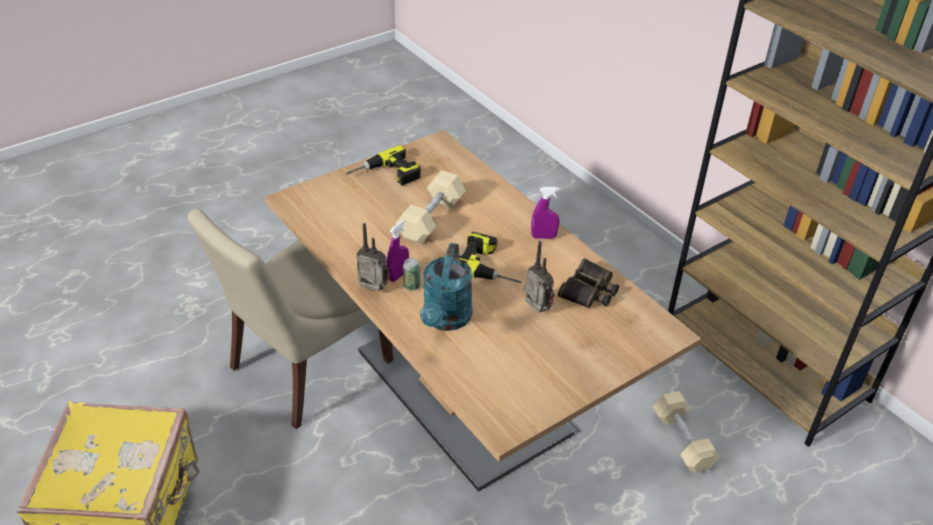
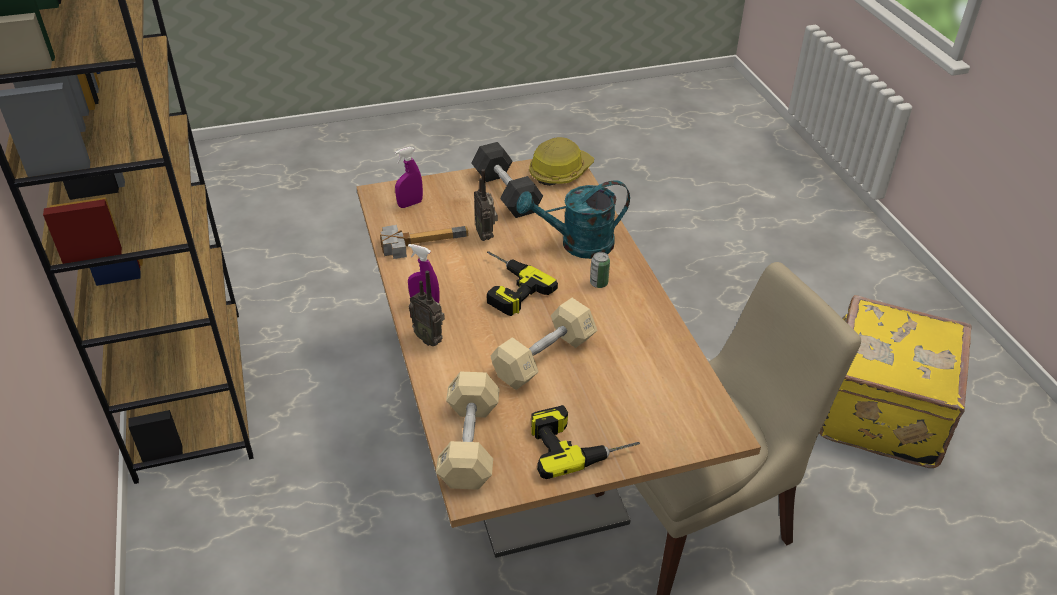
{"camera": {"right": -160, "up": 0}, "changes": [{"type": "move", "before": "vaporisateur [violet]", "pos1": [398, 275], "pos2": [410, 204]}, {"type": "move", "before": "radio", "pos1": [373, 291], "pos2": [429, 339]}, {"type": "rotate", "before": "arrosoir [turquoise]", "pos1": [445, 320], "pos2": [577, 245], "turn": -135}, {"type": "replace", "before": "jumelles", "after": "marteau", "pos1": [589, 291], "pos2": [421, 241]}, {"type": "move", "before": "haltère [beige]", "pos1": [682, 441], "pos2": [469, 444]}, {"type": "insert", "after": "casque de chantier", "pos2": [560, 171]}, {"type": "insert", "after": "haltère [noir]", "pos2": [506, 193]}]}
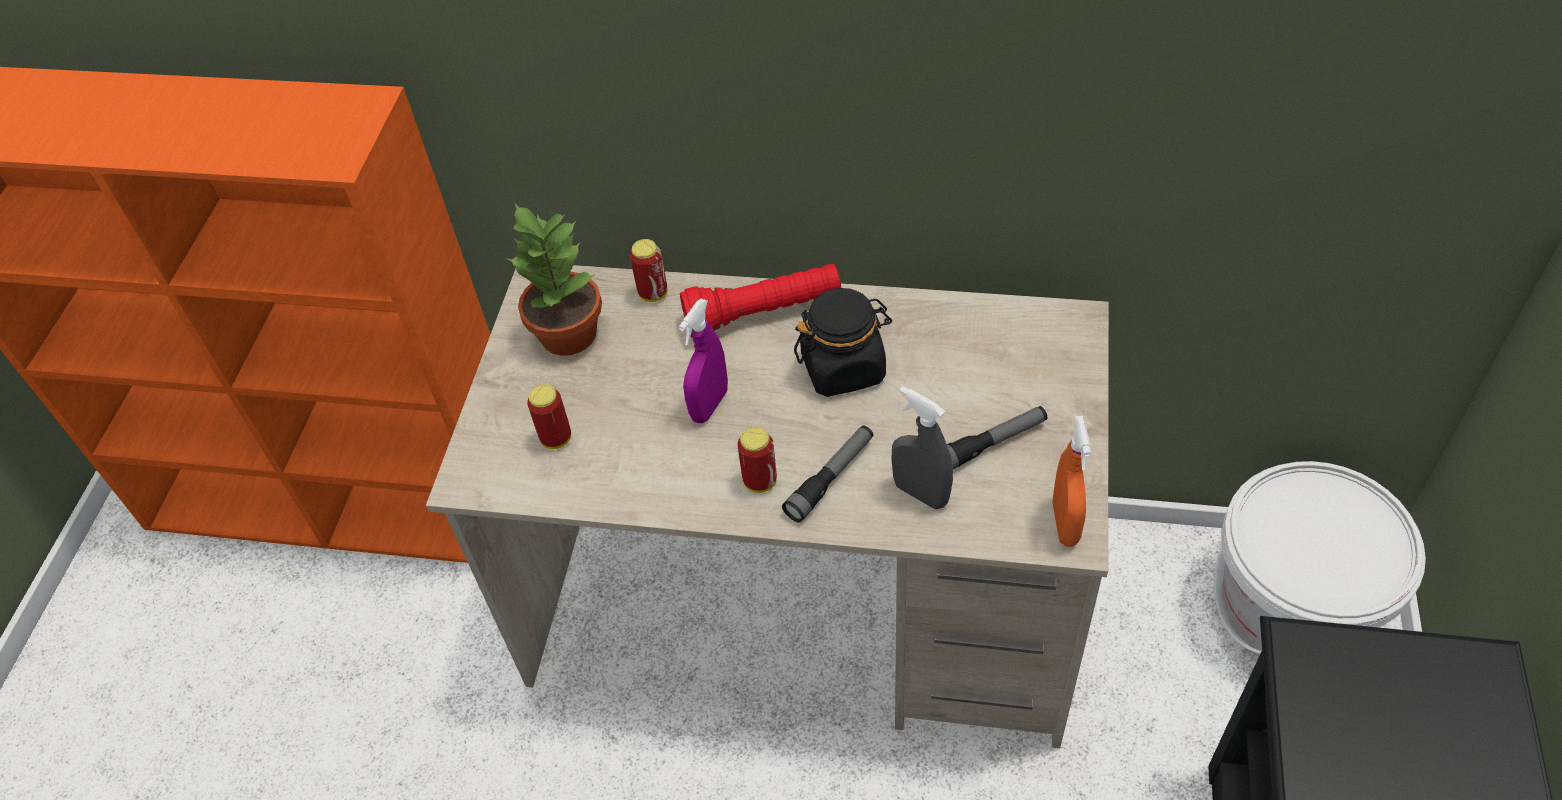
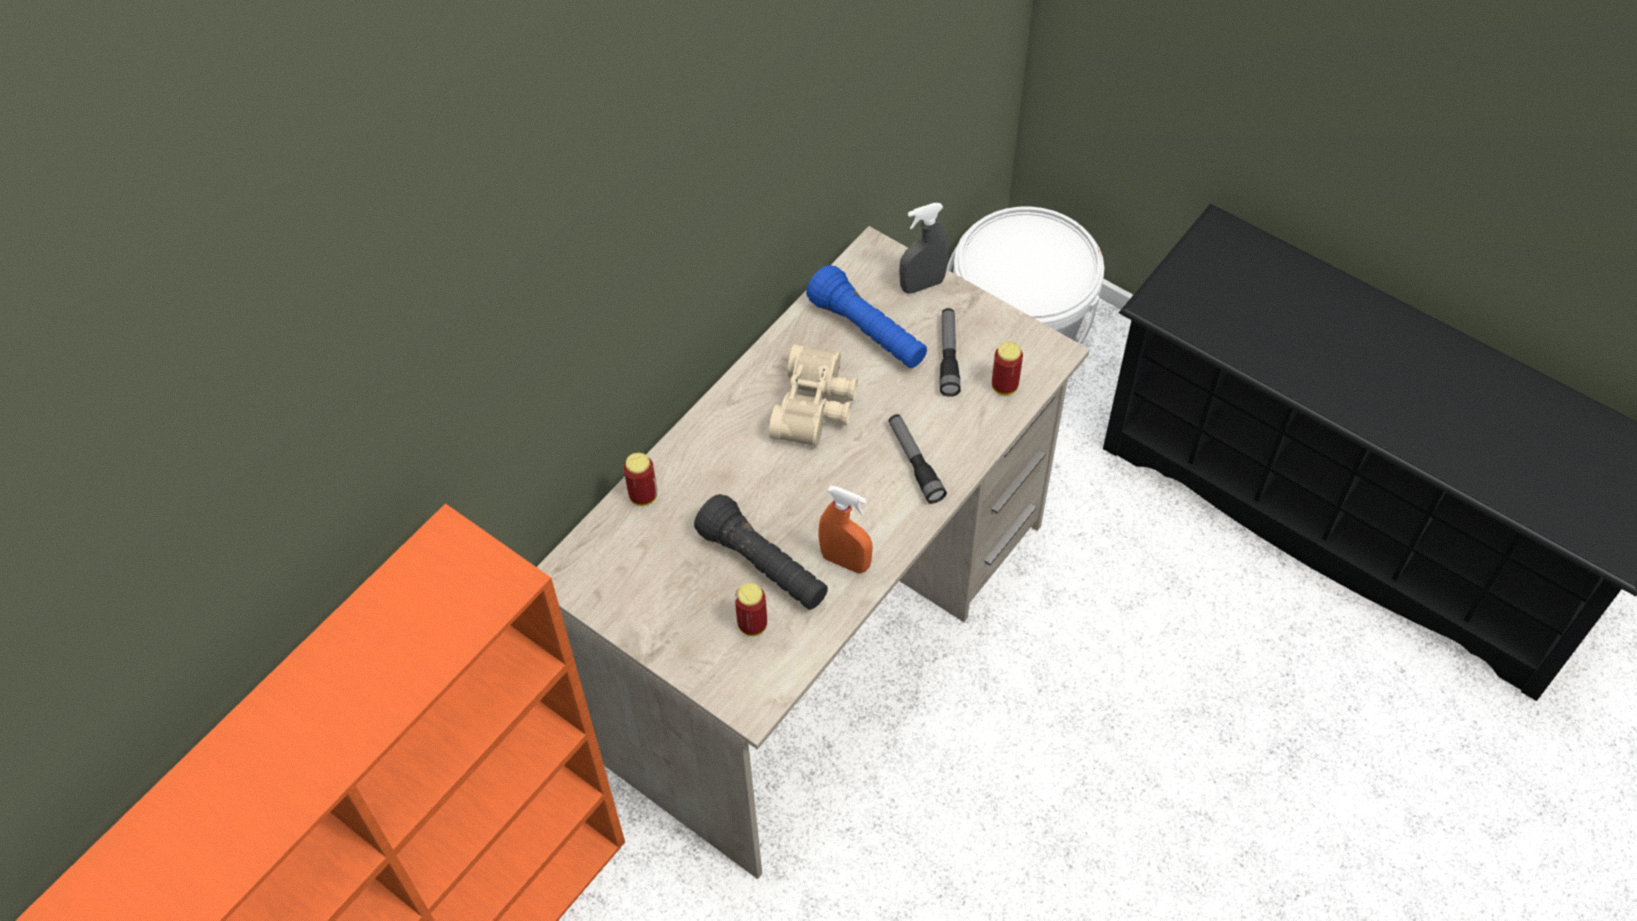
{"camera": {"right": -65, "up": 5}, "changes": [{"type": "delete", "before": "plante en pot", "pos1": [566, 333]}, {"type": "delete", "before": "lampe de poche [rouge]", "pos1": [763, 313]}, {"type": "replace", "before": "bocal [noir]", "after": "jumelles [beige]", "pos1": [844, 368], "pos2": [817, 406]}, {"type": "delete", "before": "vaporisateur [violet]", "pos1": [709, 405]}, {"type": "move", "before": "vaporisateur [gris]", "pos1": [920, 493], "pos2": [922, 285]}, {"type": "move", "before": "vaporisateur [orange]", "pos1": [1065, 524], "pos2": [845, 561]}, {"type": "move", "before": "boîte métallique", "pos1": [760, 481], "pos2": [1004, 386]}, {"type": "insert", "after": "lampe de poche [bleu]", "pos2": [868, 332]}, {"type": "insert", "after": "lampe de poche [noir]", "pos2": [763, 566]}]}
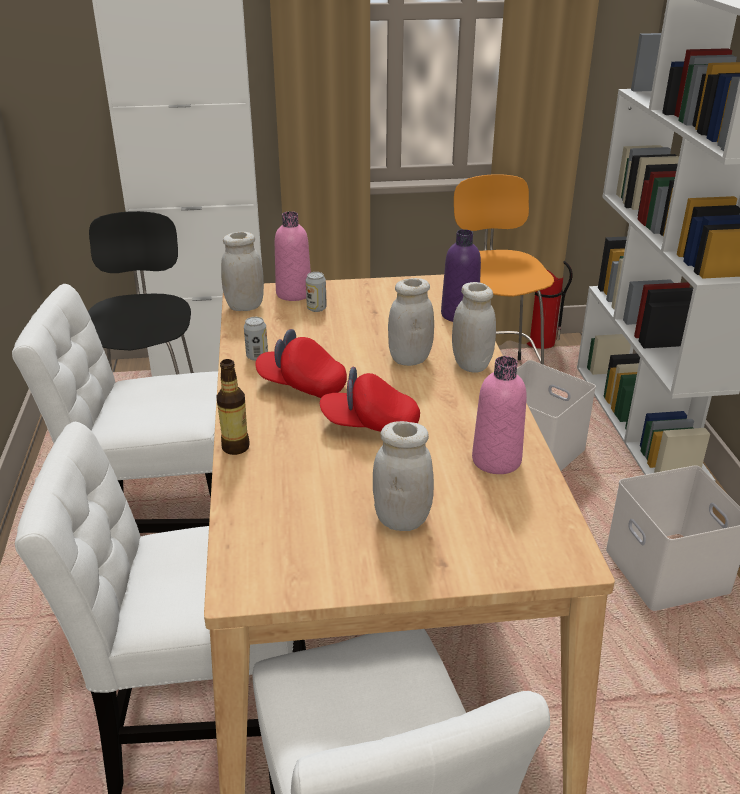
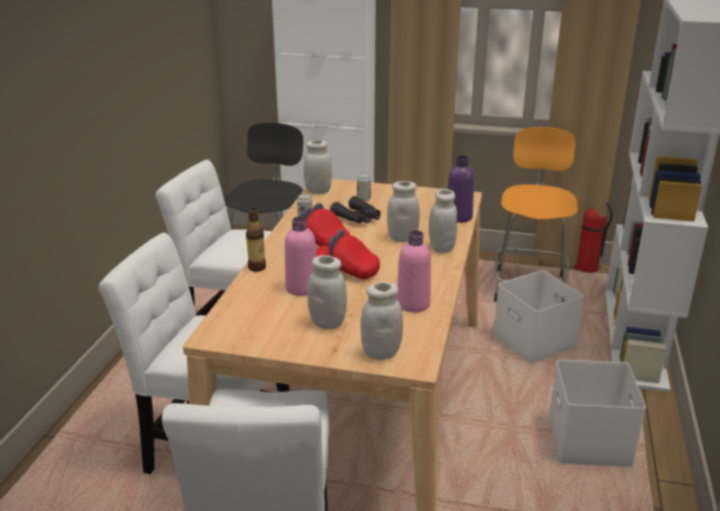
{"camera": {"right": 20, "up": -5}, "changes": [{"type": "move", "before": "bouteille [rose]", "pos1": [294, 294], "pos2": [302, 288]}, {"type": "insert", "after": "jumelles [noir]", "pos2": [358, 218]}, {"type": "insert", "after": "bocal [blanc]", "pos2": [381, 353]}]}
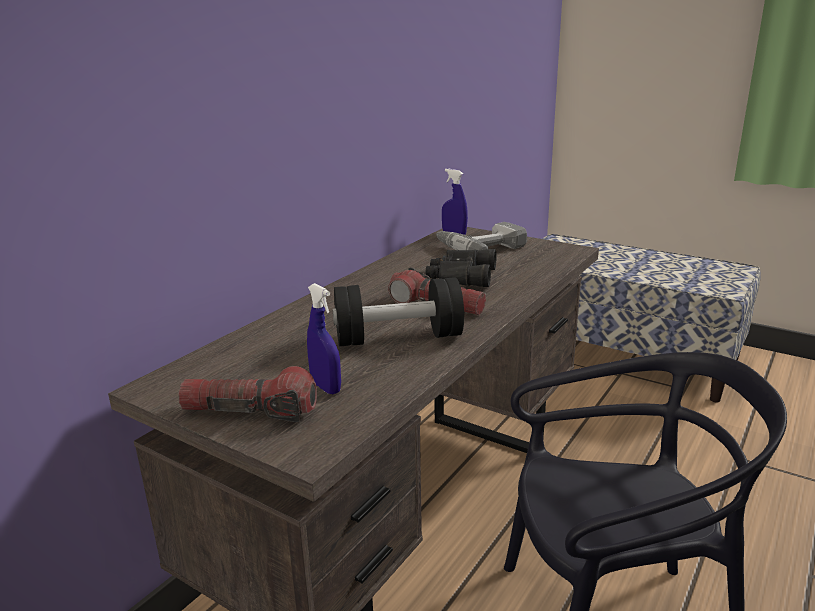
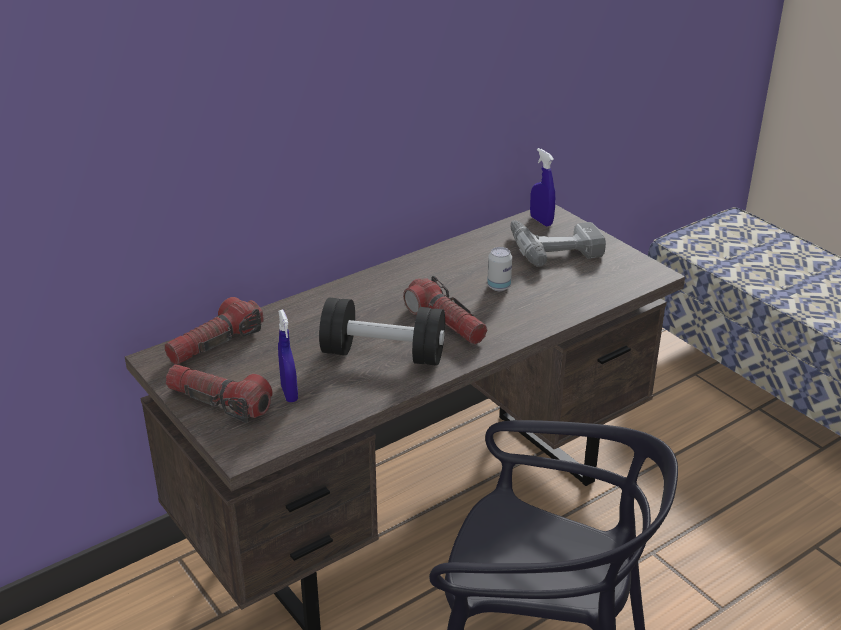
{"camera": {"right": 20, "up": 10}, "changes": [{"type": "replace", "before": "jumelles [noir]", "after": "boîte métallique", "pos1": [460, 276], "pos2": [498, 287]}, {"type": "insert", "after": "lampe de poche", "pos2": [215, 344]}]}
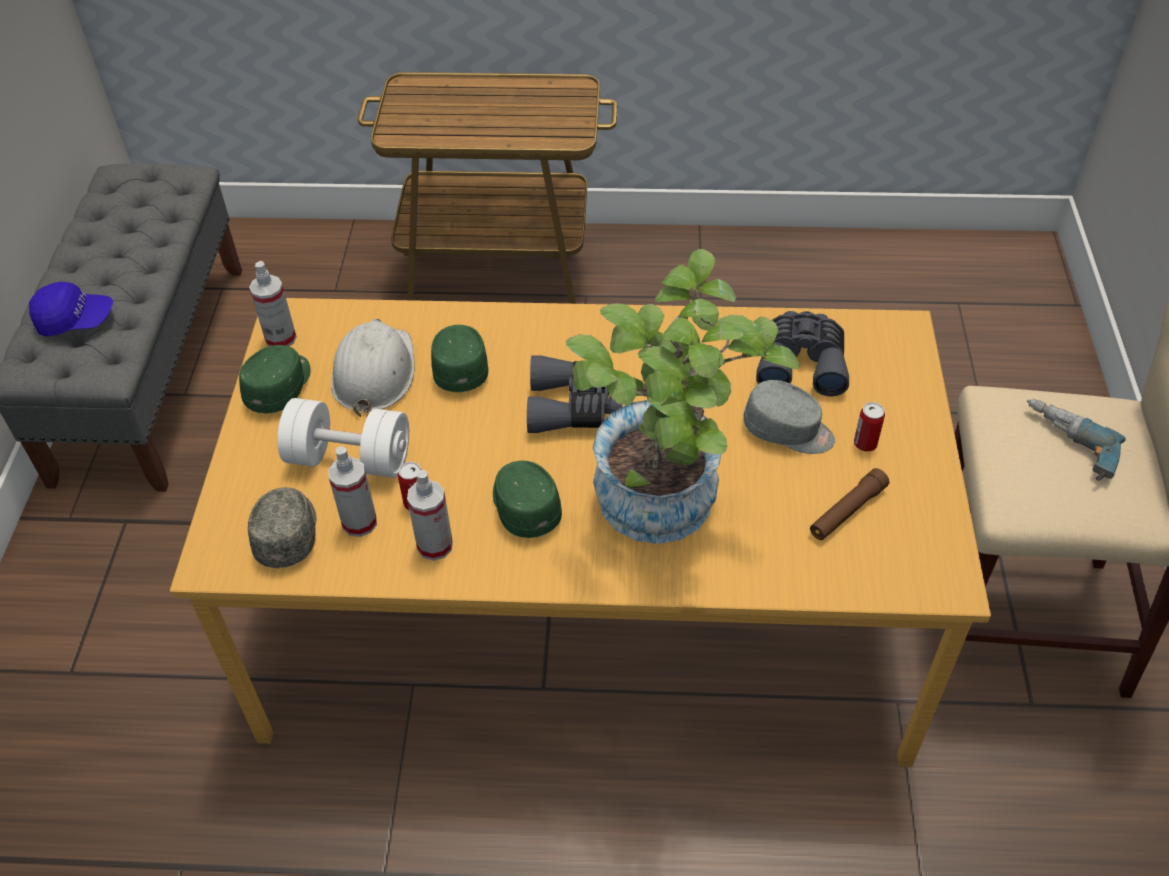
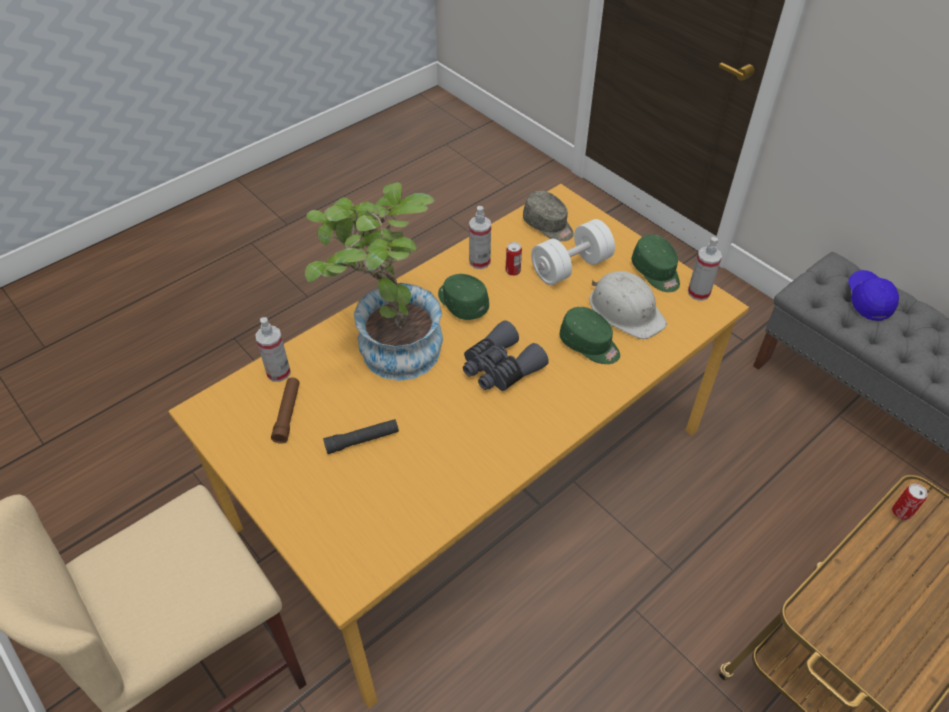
{"camera": {"right": 135, "up": 0}, "changes": [{"type": "rotate", "before": "casquette [bleu]", "pos1": [75, 320], "pos2": [868, 300], "turn": 135}, {"type": "delete", "before": "jumelles [gris]", "pos1": [802, 362]}, {"type": "replace", "before": "casquette [gris]", "after": "lampe de poche [noir]", "pos1": [788, 431], "pos2": [362, 440]}, {"type": "delete", "before": "perceuse", "pos1": [1065, 446]}, {"type": "move", "before": "boîte métallique", "pos1": [865, 443], "pos2": [901, 512]}, {"type": "move", "before": "vaporisateur", "pos1": [359, 522], "pos2": [278, 372]}, {"type": "rotate", "before": "casquette [vert]", "pos1": [524, 505], "pos2": [461, 303], "turn": -150}]}
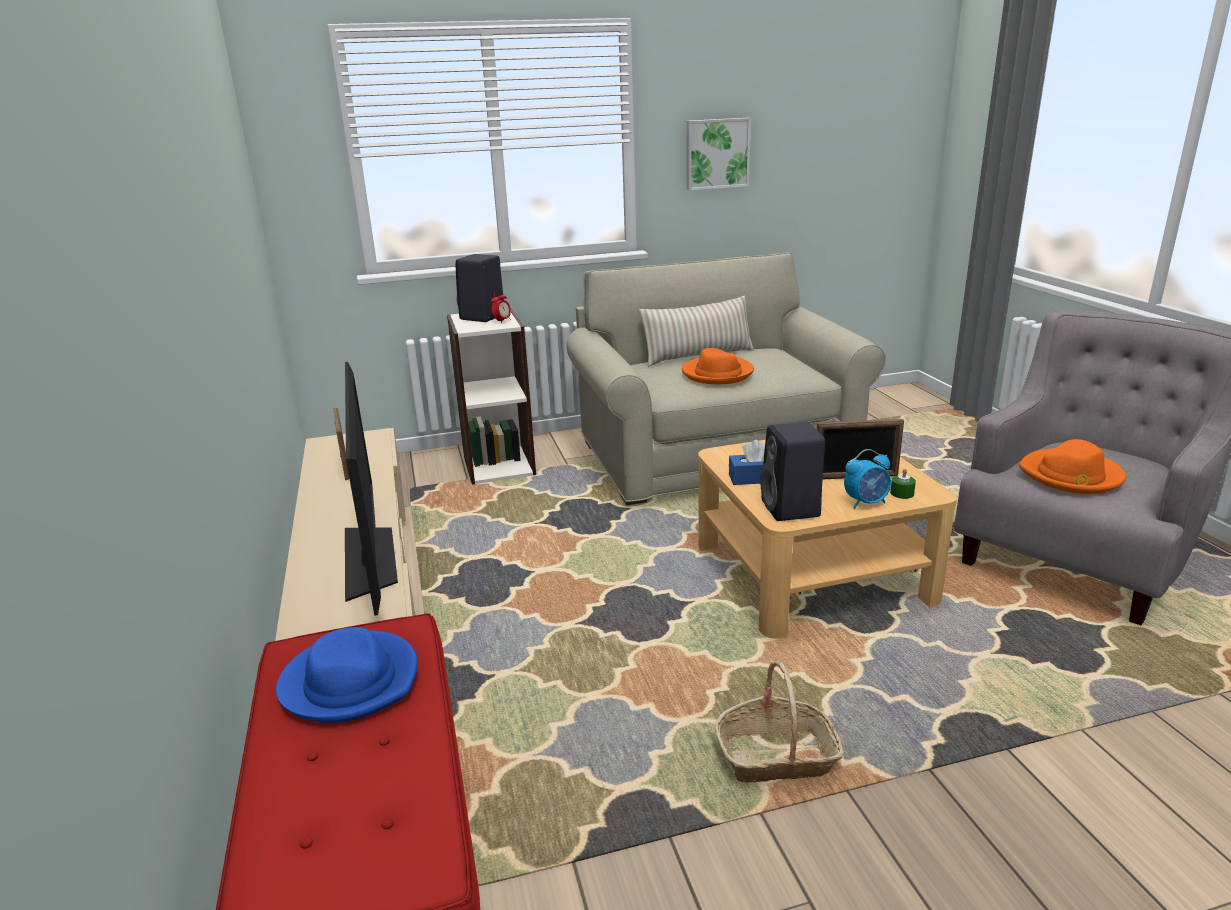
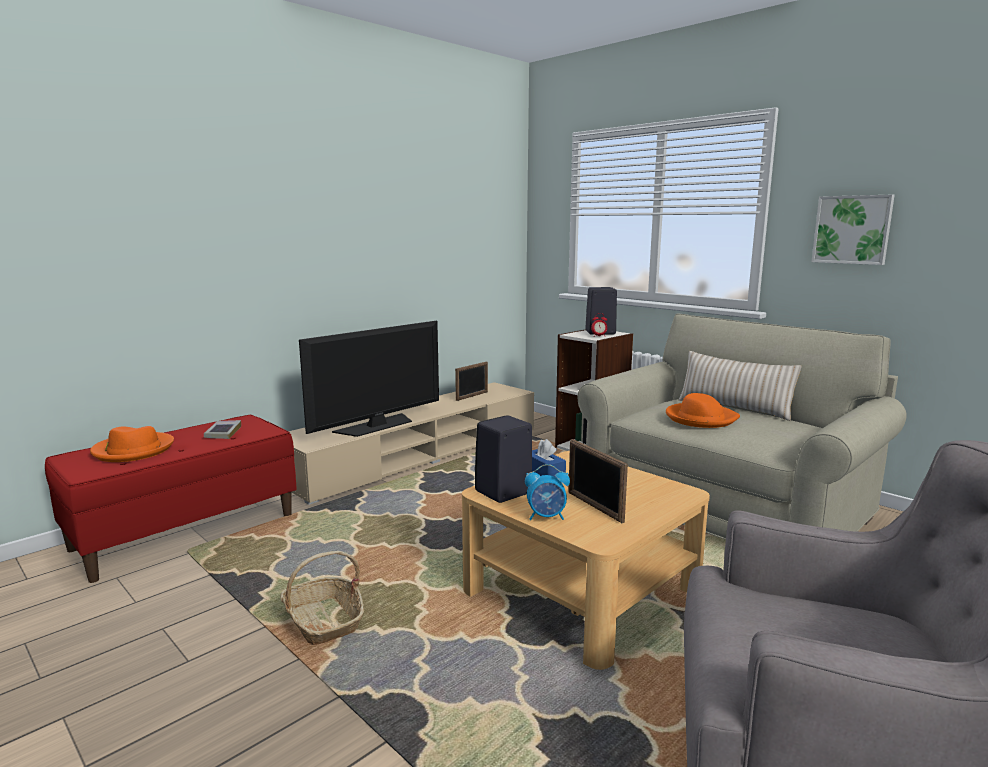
{"camera": {"right": 60, "up": -10}, "changes": [{"type": "move", "before": "chapeau [orange]", "pos1": [1071, 475], "pos2": [133, 450]}, {"type": "rotate", "before": "réveil", "pos1": [866, 503], "pos2": [546, 517], "turn": -45}, {"type": "delete", "before": "bougie [vert]", "pos1": [902, 493]}, {"type": "replace", "before": "chapeau [bleu]", "after": "livre", "pos1": [351, 681], "pos2": [223, 433]}]}
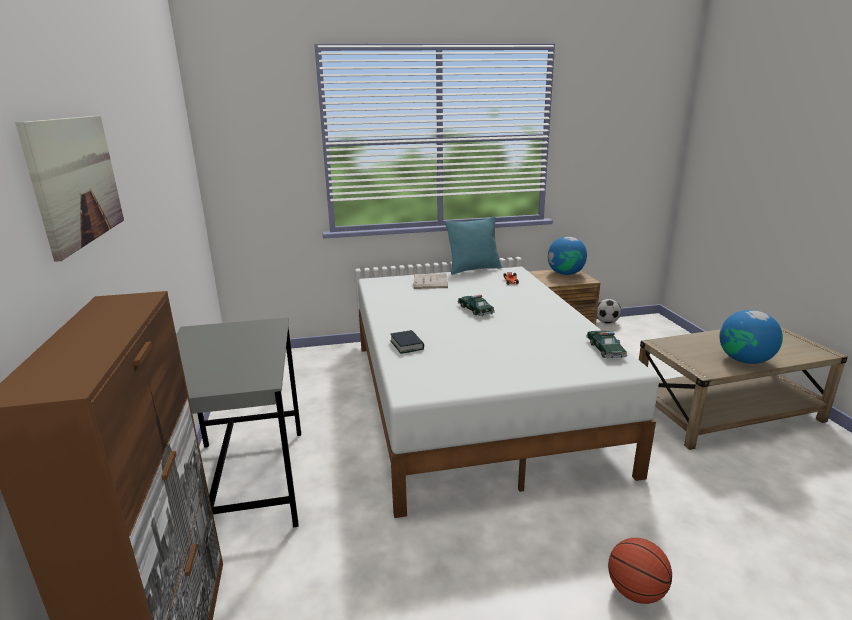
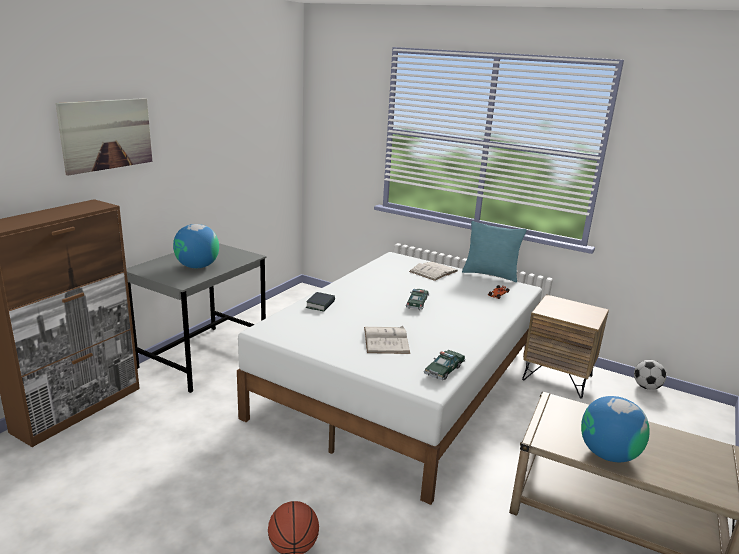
{"camera": {"right": 40, "up": 0}, "changes": [{"type": "move", "before": "globe", "pos1": [565, 273], "pos2": [197, 266]}, {"type": "insert", "after": "livre [blanc]", "pos2": [386, 340]}]}
